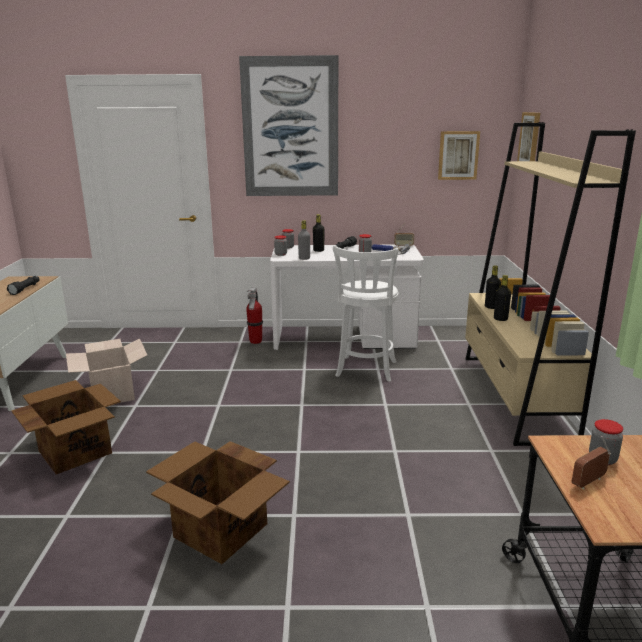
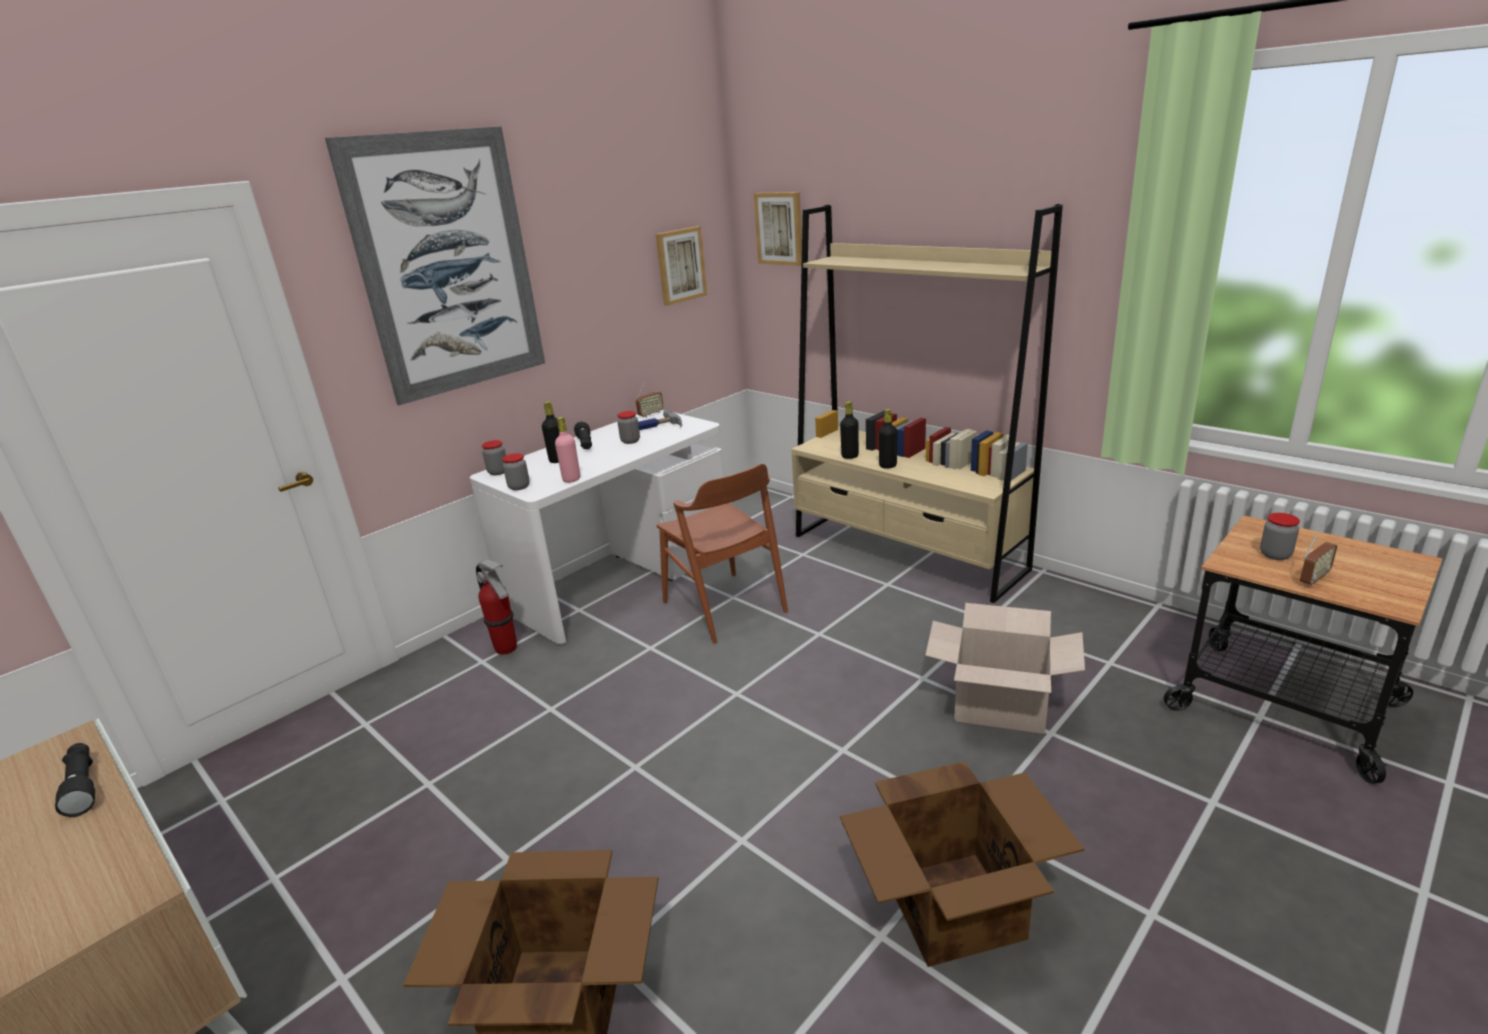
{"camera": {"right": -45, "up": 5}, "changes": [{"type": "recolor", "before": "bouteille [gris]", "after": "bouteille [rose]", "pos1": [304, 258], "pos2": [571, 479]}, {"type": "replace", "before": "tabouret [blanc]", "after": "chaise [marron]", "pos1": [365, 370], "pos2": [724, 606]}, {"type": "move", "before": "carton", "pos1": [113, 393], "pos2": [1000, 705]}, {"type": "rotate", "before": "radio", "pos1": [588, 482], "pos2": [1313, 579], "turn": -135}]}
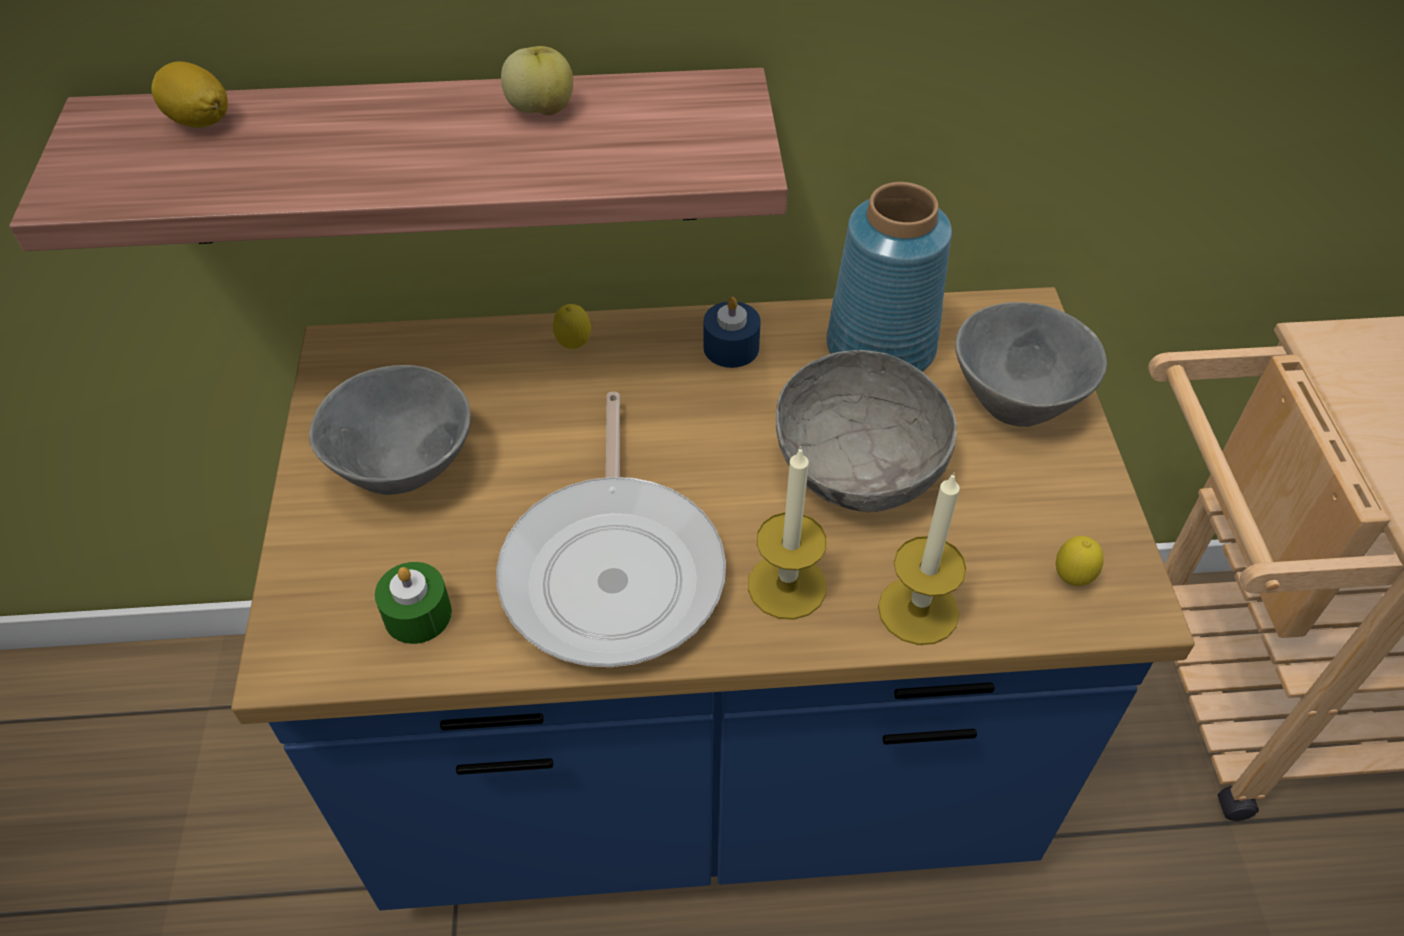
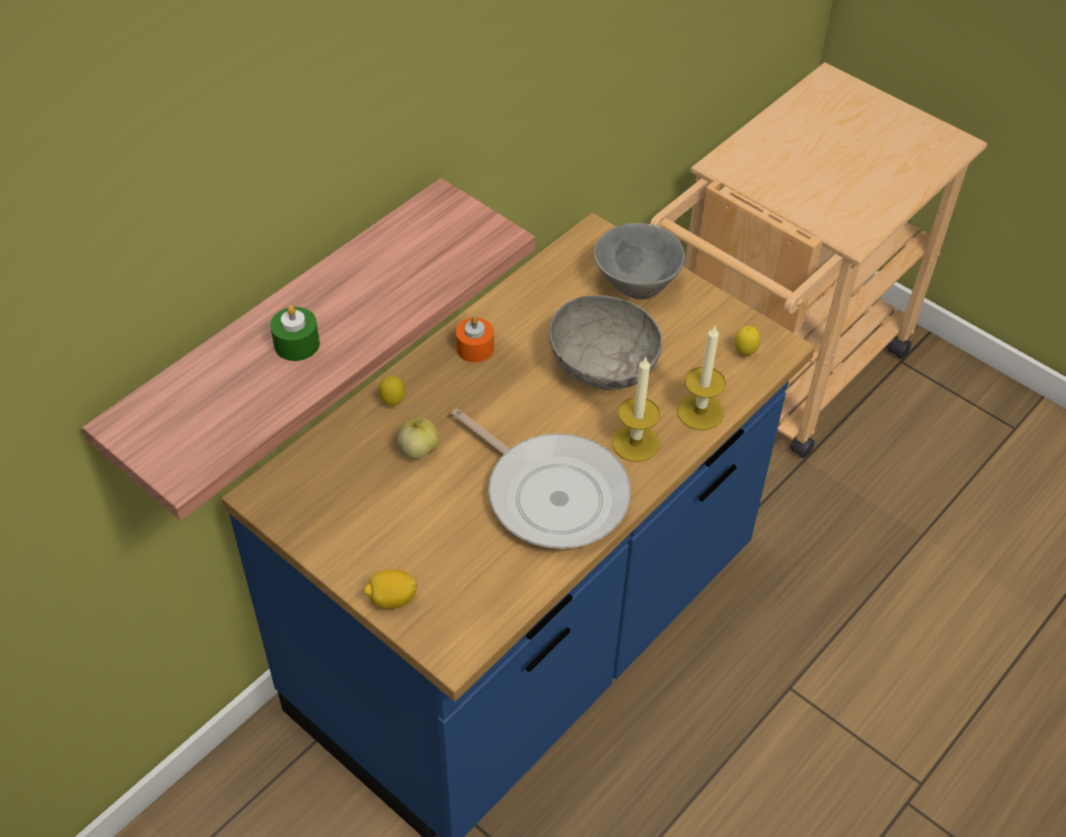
{"camera": {"right": -45, "up": 0}, "changes": [{"type": "move", "before": "pomme", "pos1": [541, 109], "pos2": [418, 450]}, {"type": "move", "before": "citron", "pos1": [199, 121], "pos2": [392, 599]}, {"type": "delete", "before": "vase [bleu]", "pos1": [882, 347]}, {"type": "recolor", "before": "bougie [bleu]", "after": "bougie [orange]", "pos1": [731, 347], "pos2": [475, 348]}, {"type": "delete", "before": "bol [gris]", "pos1": [406, 470]}, {"type": "move", "before": "bougie [vert]", "pos1": [417, 614], "pos2": [296, 344]}]}
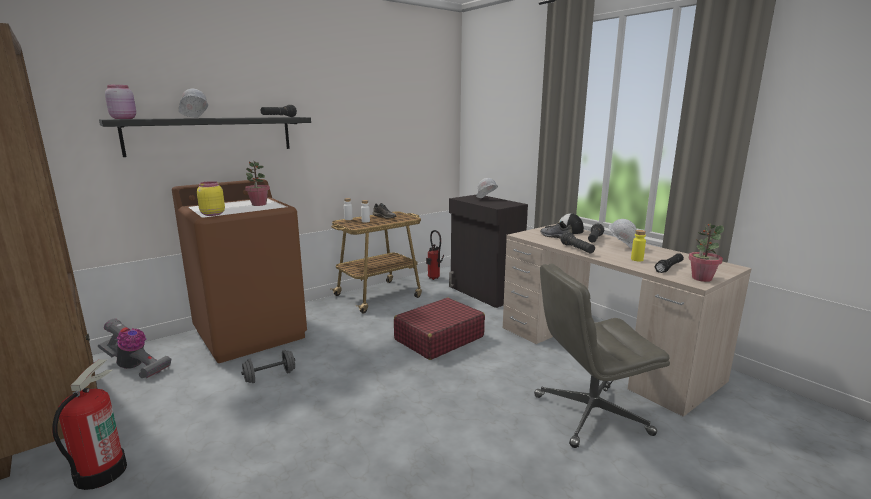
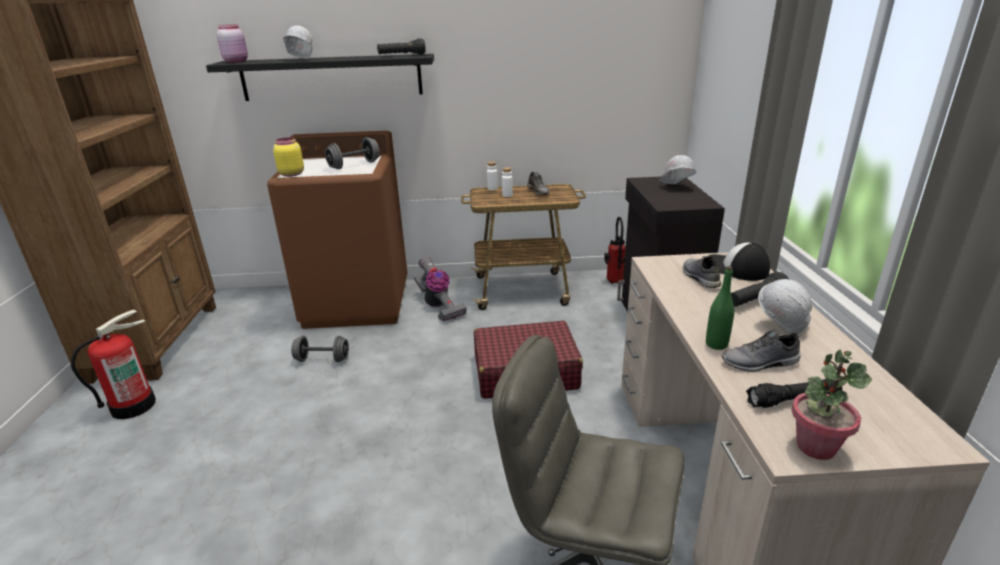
{"camera": {"right": 35, "up": 10}, "changes": [{"type": "replace", "before": "plante en pot", "after": "haltère [gris]", "pos1": [259, 204], "pos2": [354, 165]}, {"type": "replace", "before": "bouteille [jaune]", "after": "chaussure [gris]", "pos1": [637, 259], "pos2": [760, 363]}, {"type": "delete", "before": "lampe de poche [noir]", "pos1": [577, 250]}, {"type": "move", "before": "aspirateur", "pos1": [135, 367], "pos2": [438, 306]}, {"type": "insert", "after": "bouteille [vert]", "pos2": [716, 344]}]}
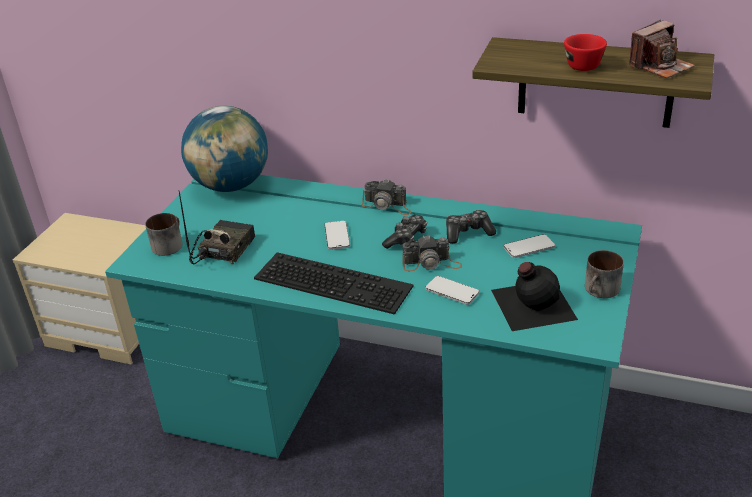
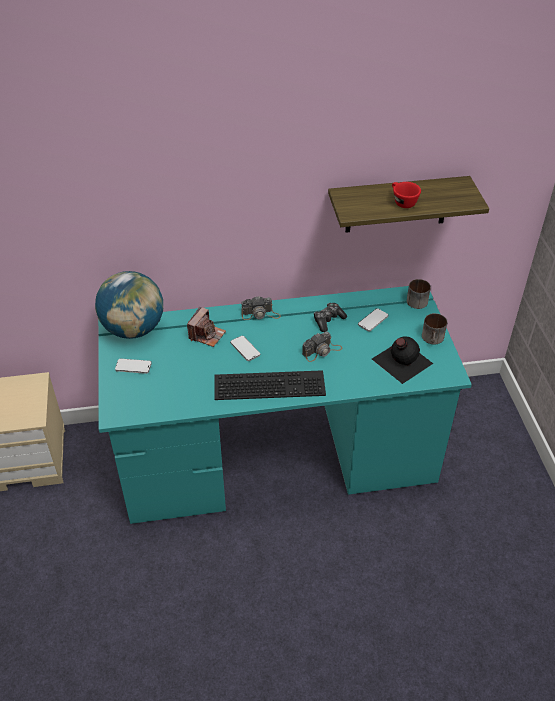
{"camera": {"right": -30, "up": 10}, "changes": [{"type": "move", "before": "appareil photo", "pos1": [660, 66], "pos2": [207, 335]}, {"type": "delete", "before": "radio", "pos1": [222, 249]}, {"type": "move", "before": "mug", "pos1": [168, 244], "pos2": [415, 300]}, {"type": "delete", "before": "manette", "pos1": [406, 239]}, {"type": "move", "before": "téléphone", "pos1": [452, 292], "pos2": [133, 367]}]}
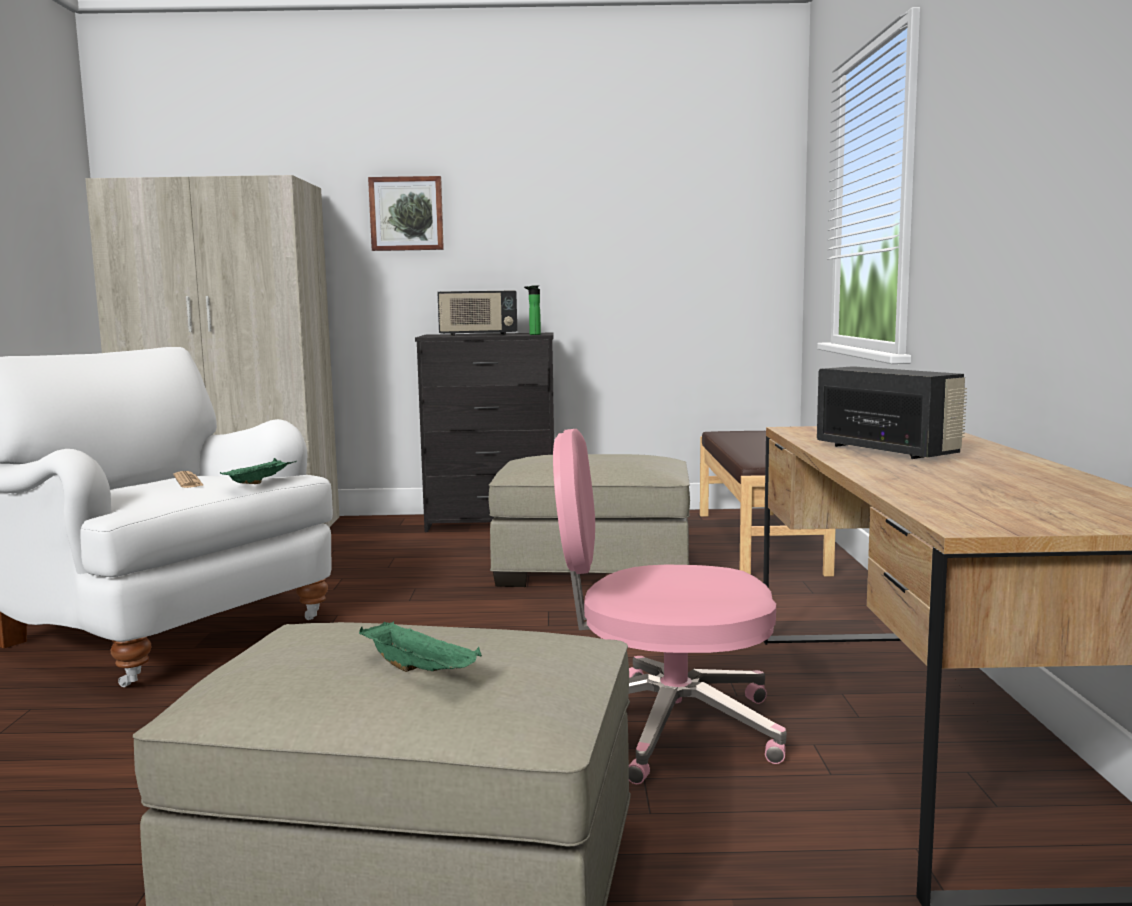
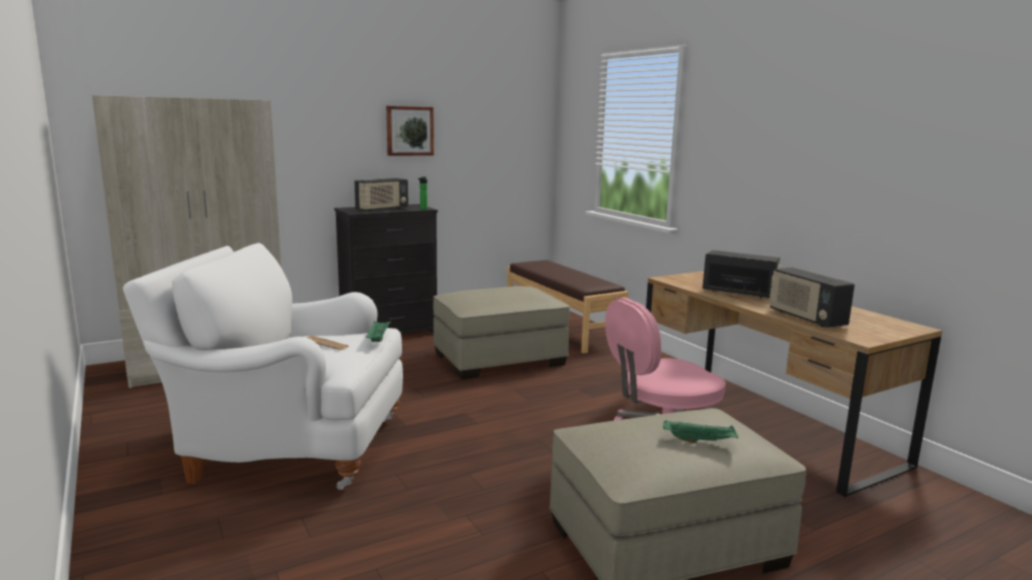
{"camera": {"right": -30, "up": 5}, "changes": [{"type": "move", "before": "tableau", "pos1": [406, 214], "pos2": [409, 131]}, {"type": "insert", "after": "radio", "pos2": [806, 318]}]}
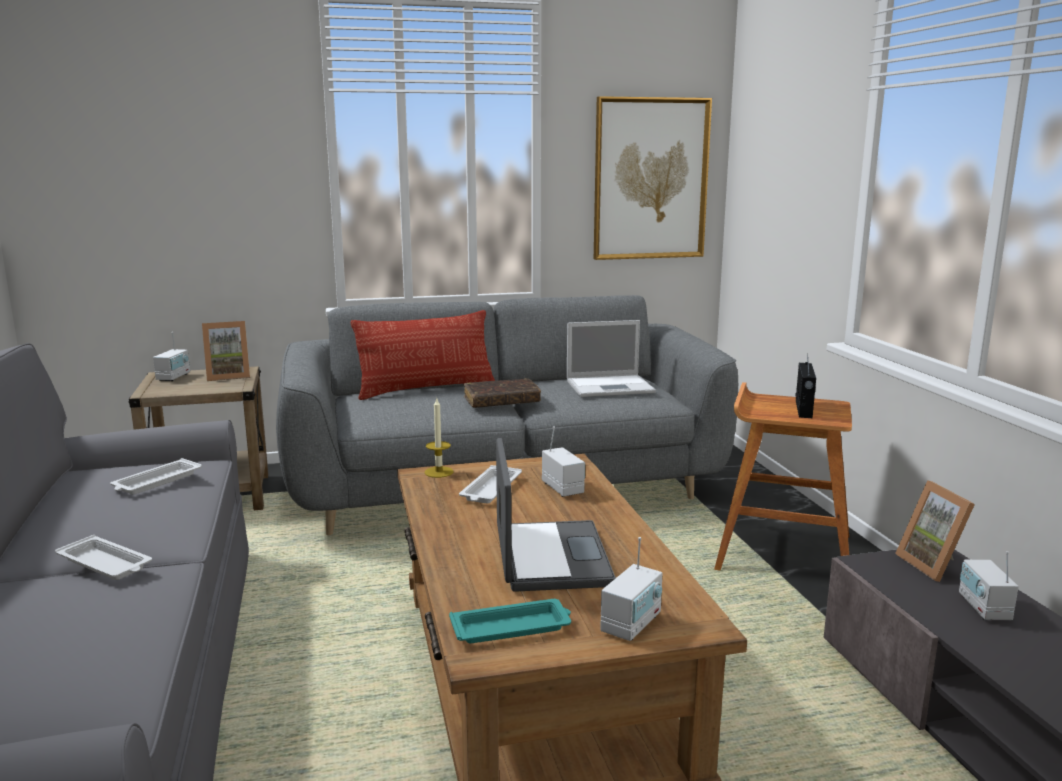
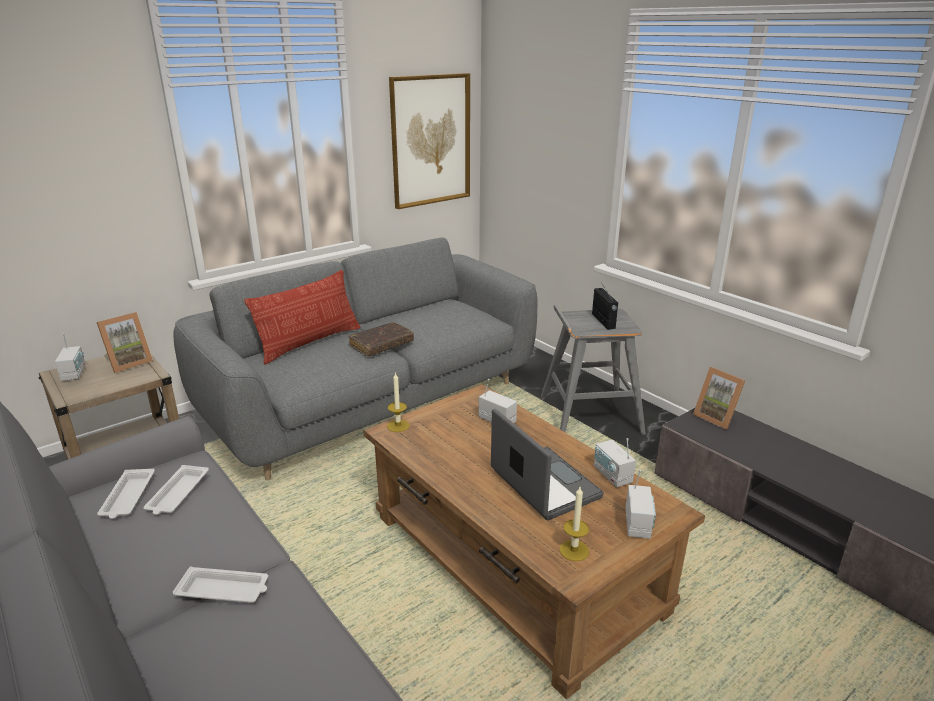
{"camera": {"right": -25, "up": 10}, "changes": [{"type": "delete", "before": "ordinateur portable", "pos1": [611, 386]}, {"type": "recolor", "before": "tabouret [marron]", "after": "tabouret [gris]", "pos1": [782, 552], "pos2": [589, 414]}, {"type": "move", "before": "plateau [blanc]", "pos1": [490, 490], "pos2": [128, 497]}, {"type": "move", "before": "radio", "pos1": [983, 608], "pos2": [612, 475]}, {"type": "replace", "before": "plateau [turquoise]", "after": "bougie", "pos1": [512, 628], "pos2": [574, 550]}]}
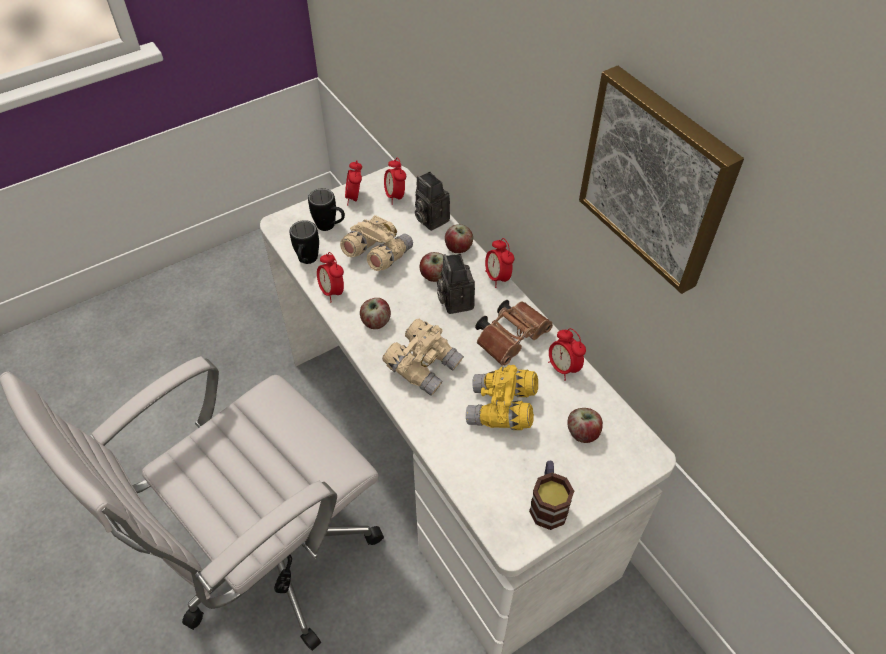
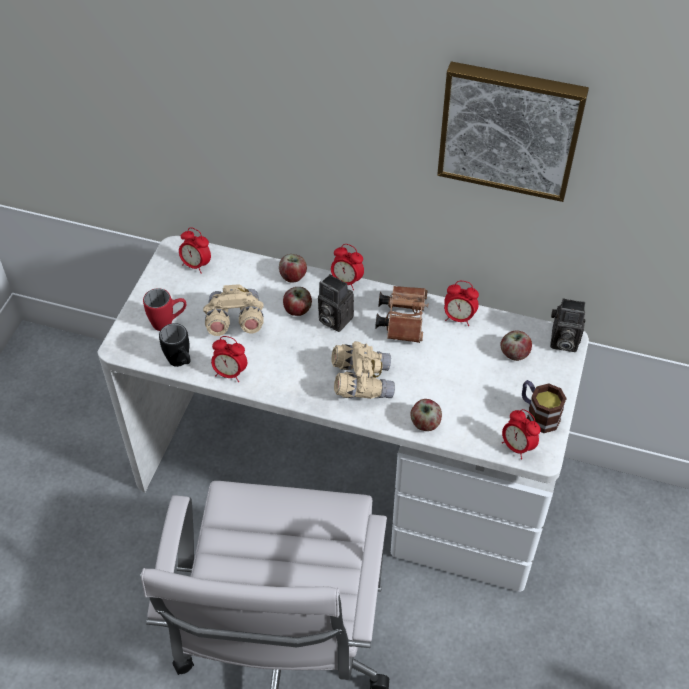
{"camera": {"right": -40, "up": 0}, "changes": [{"type": "move", "before": "réveil", "pos1": [355, 198], "pos2": [517, 446]}, {"type": "move", "before": "appareil photo", "pos1": [430, 219], "pos2": [562, 342]}, {"type": "recolor", "before": "mug [noir]", "after": "mug [rouge]", "pos1": [330, 227], "pos2": [169, 323]}, {"type": "move", "before": "pomme", "pos1": [376, 322], "pos2": [425, 423]}, {"type": "delete", "before": "jumelles [jaune]", "pos1": [501, 409]}]}
